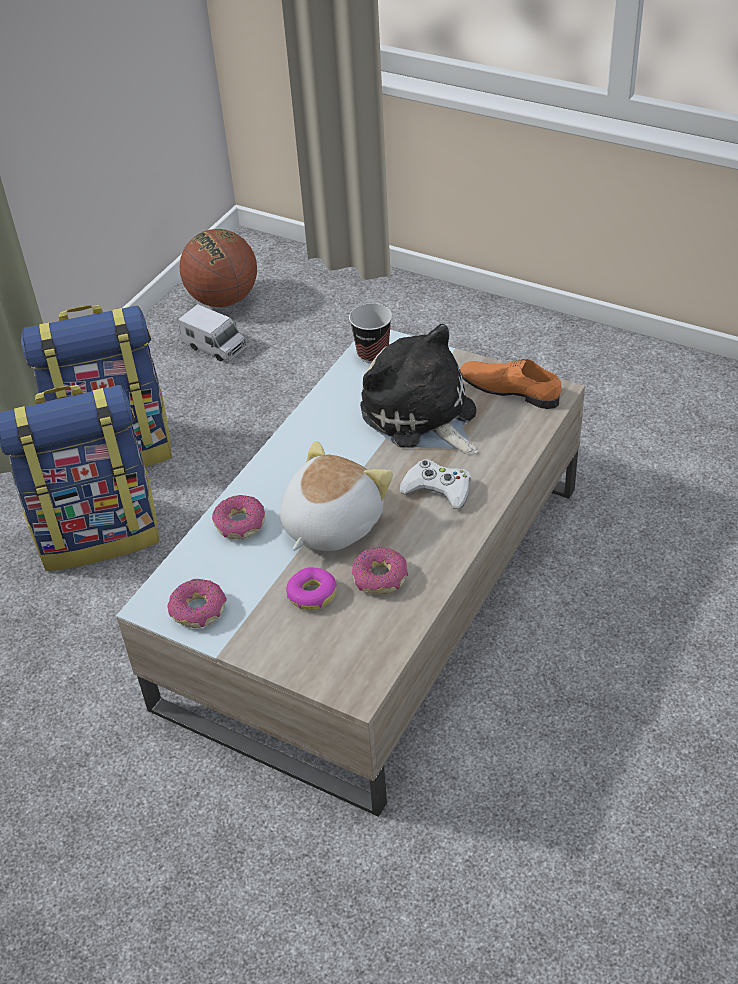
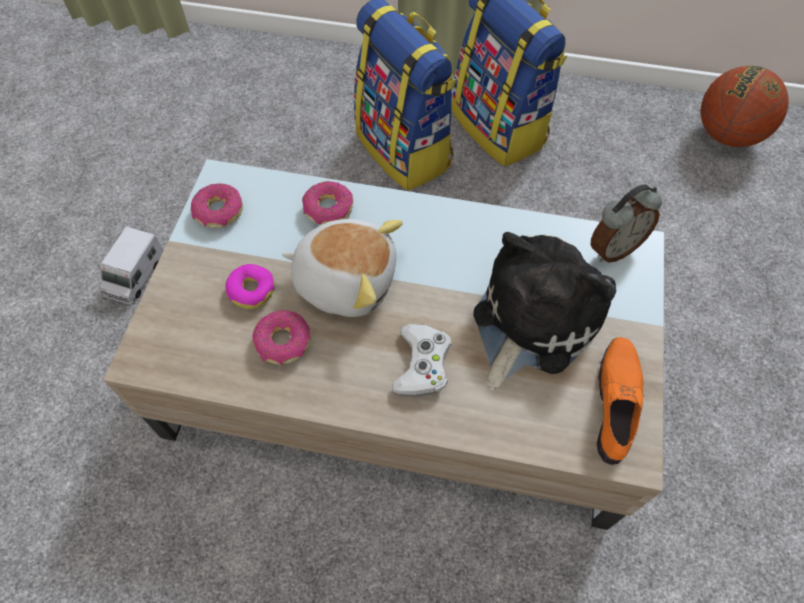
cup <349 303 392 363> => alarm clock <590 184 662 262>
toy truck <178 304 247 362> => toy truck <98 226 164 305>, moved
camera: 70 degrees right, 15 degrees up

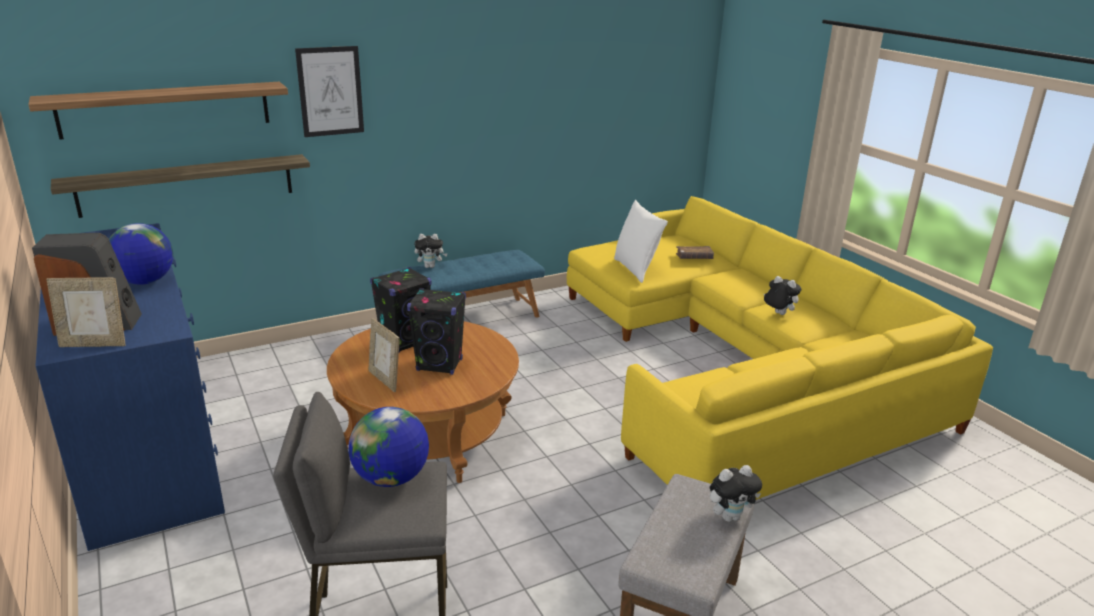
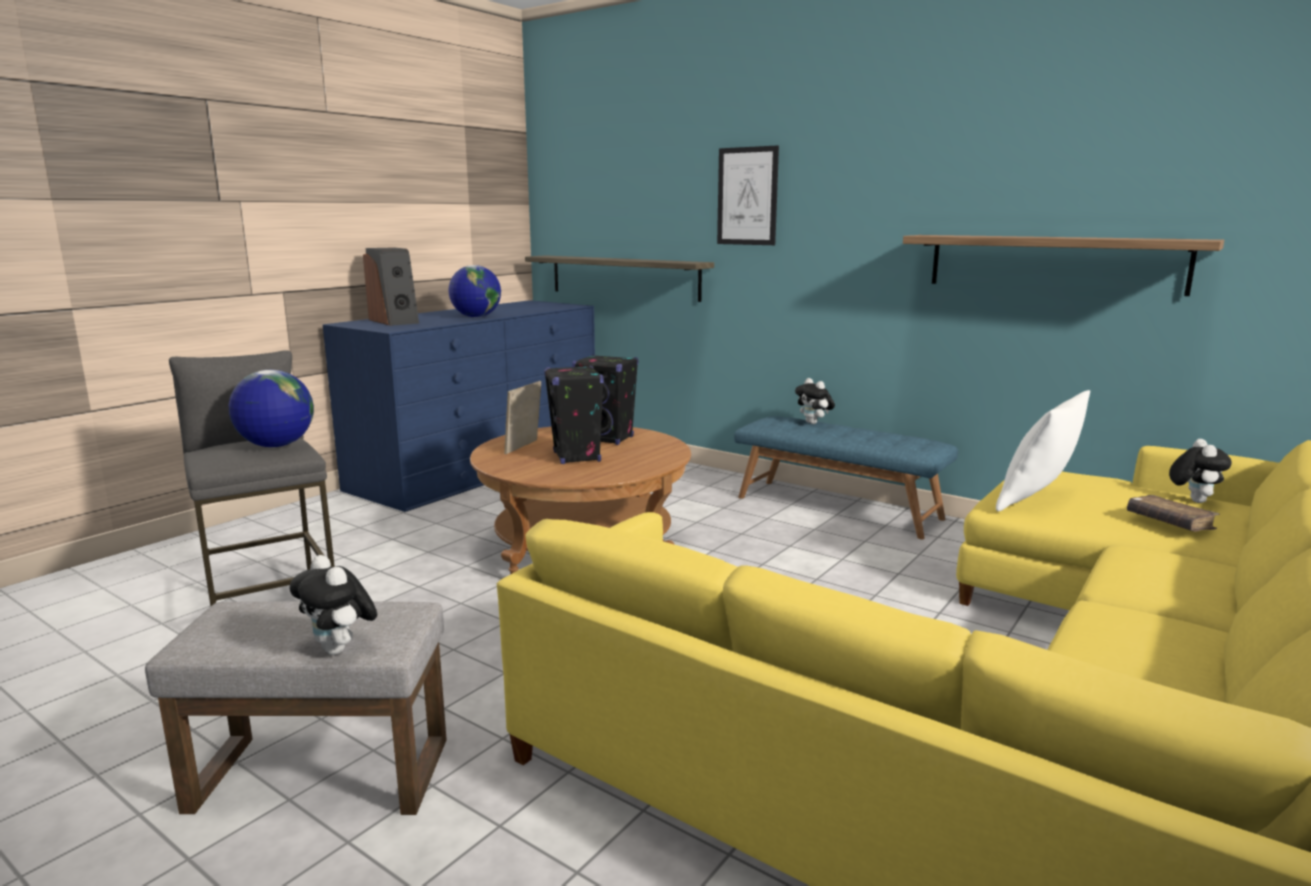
shelf <28 82 288 139> => shelf <903 235 1224 296>, moved
plush toy <764 276 801 315> => plush toy <1169 439 1232 503>, moved
picture frame <46 277 126 347> => nothing
camera: 65 degrees right, 10 degrees down

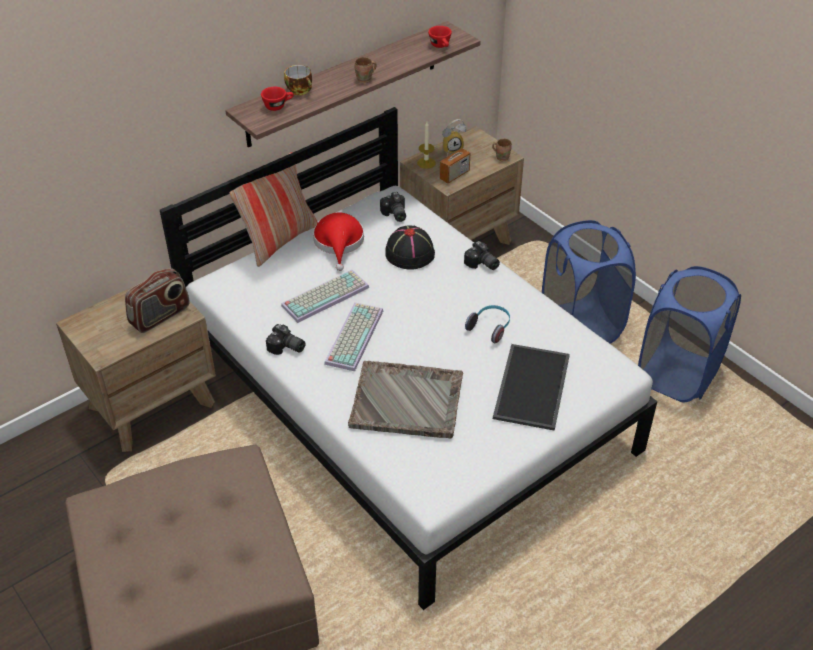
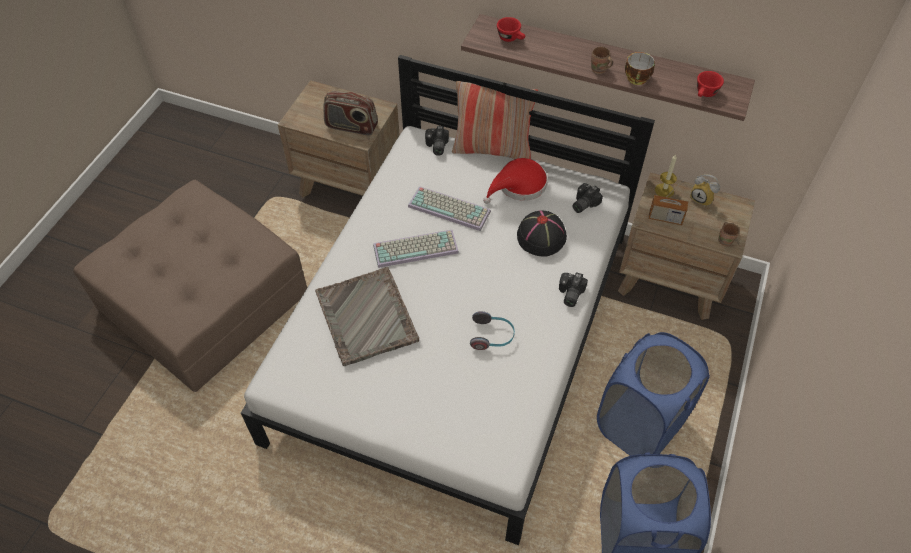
cup <284 65 312 96> => cup <625 52 655 85>, moved
photo camera <266 324 306 355> => photo camera <425 126 449 156>, moved
tray <493 344 570 431> => nothing
camera: 60 degrees right, 10 degrees up

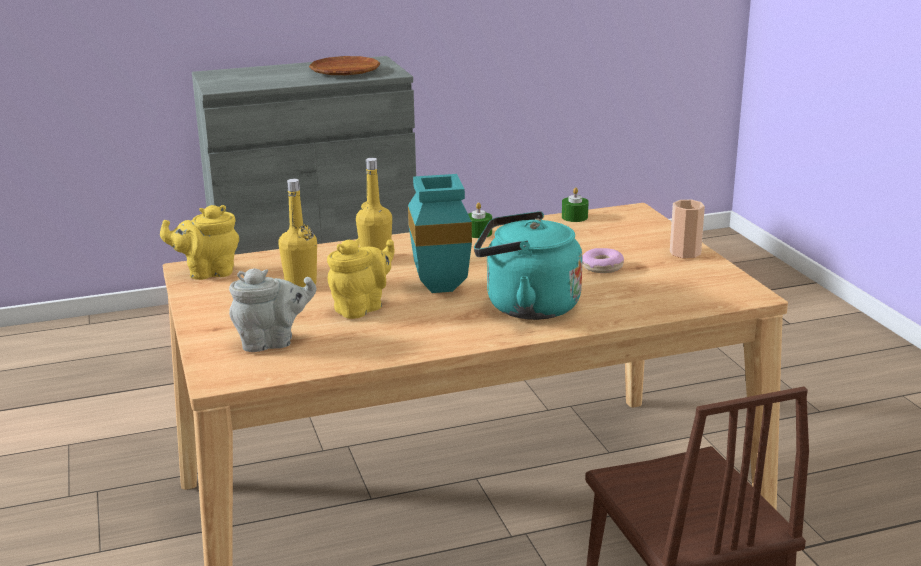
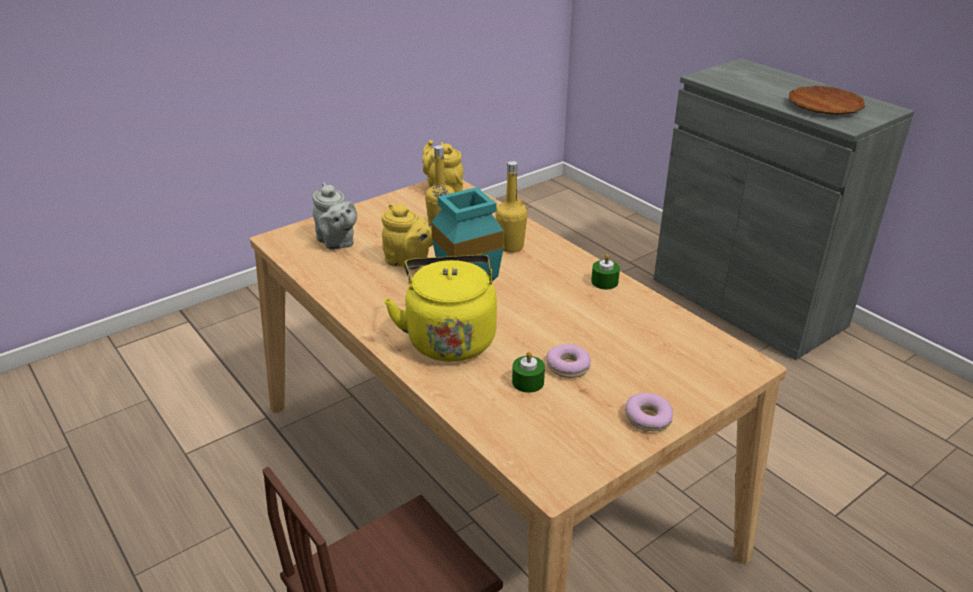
green candle <562 187 589 222> => green candle <512 351 545 393>, moved
cup <670 200 705 258> => donut <625 393 673 431>
turquoise kettle <474 211 583 320> => yellow kettle <384 255 497 362>
camera: 70 degrees right, 10 degrees up

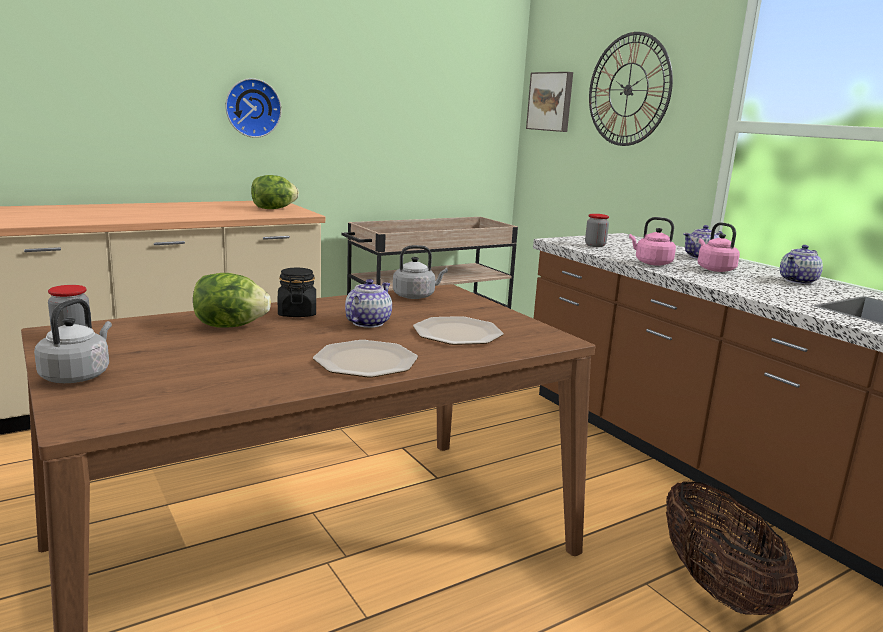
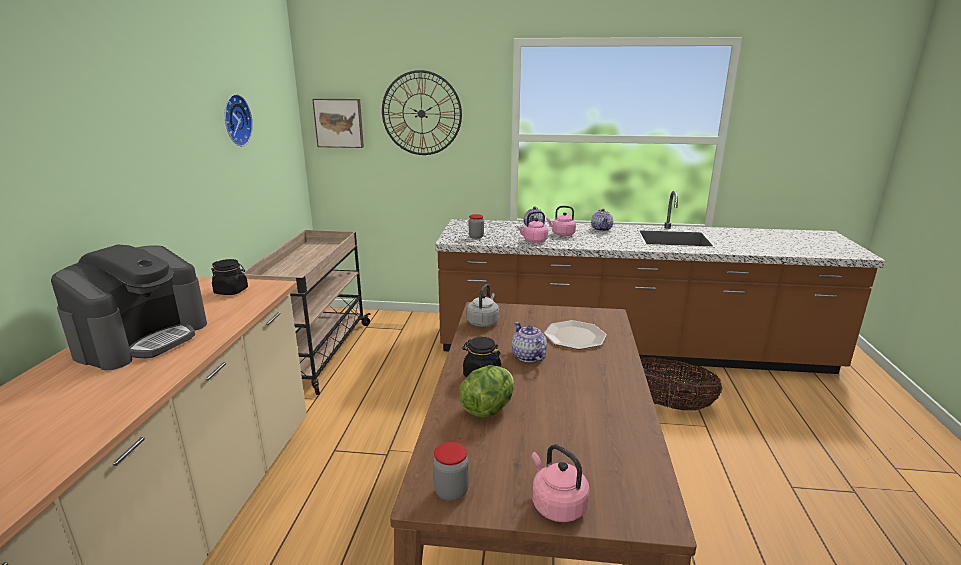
wall clock <225 78 282 138> => wall clock <225 94 253 146>, moved
lettuce <251 175 299 209> => black jar <211 259 248 295>
grey kettle <34 298 112 383> => pink kettle <532 444 590 522>
plate <313 340 418 378> => nothing
nothing => coffee machine <51 245 207 370>
camera: 50 degrees left, 5 degrees up

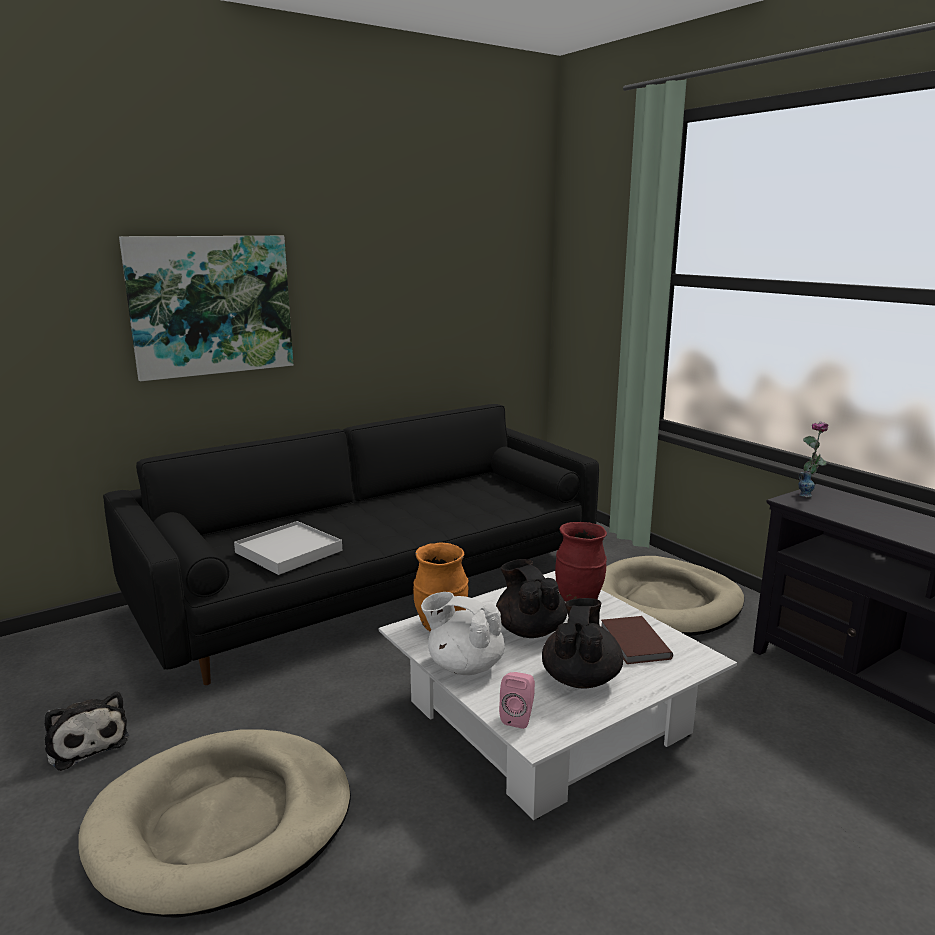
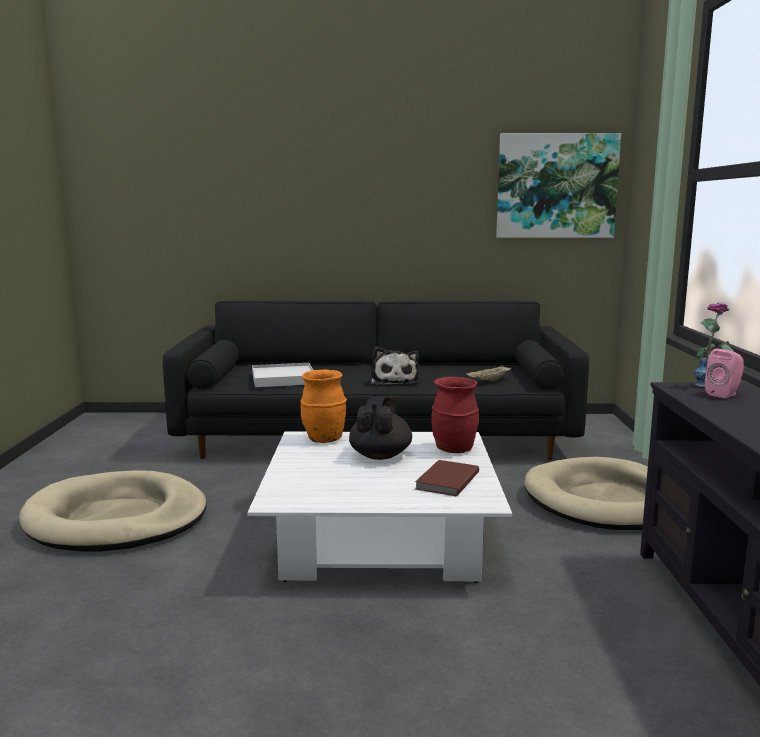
picture <119 236 293 381> => picture <496 133 621 238>, moved
white teapot <421 592 505 675> => nothing
black teapot <542 598 623 689> => nothing
pink speaker <499 672 535 729> => pink speaker <705 348 744 399>, moved
plush toy <44 692 129 771> => plush toy <371 347 419 385>, moved
nothing => beige tray <466 365 511 381>
camera: 35 degrees right, 5 degrees down

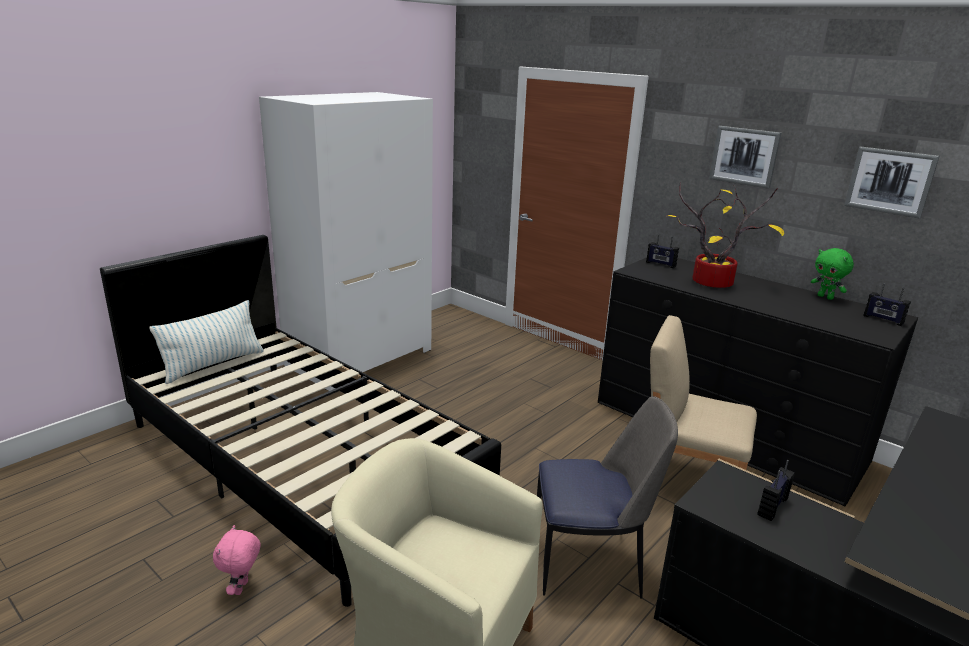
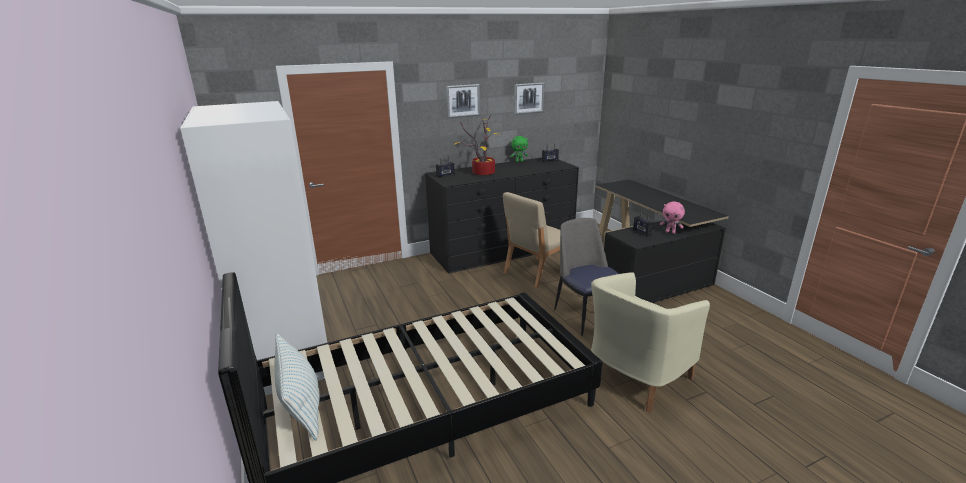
chair <537 396 678 598> => chair <554 218 619 336>, 45 degrees counterclockwise
pink plush toy <213 525 260 595> => pink plush toy <660 201 685 234>, moved
camera: 65 degrees left, 0 degrees up

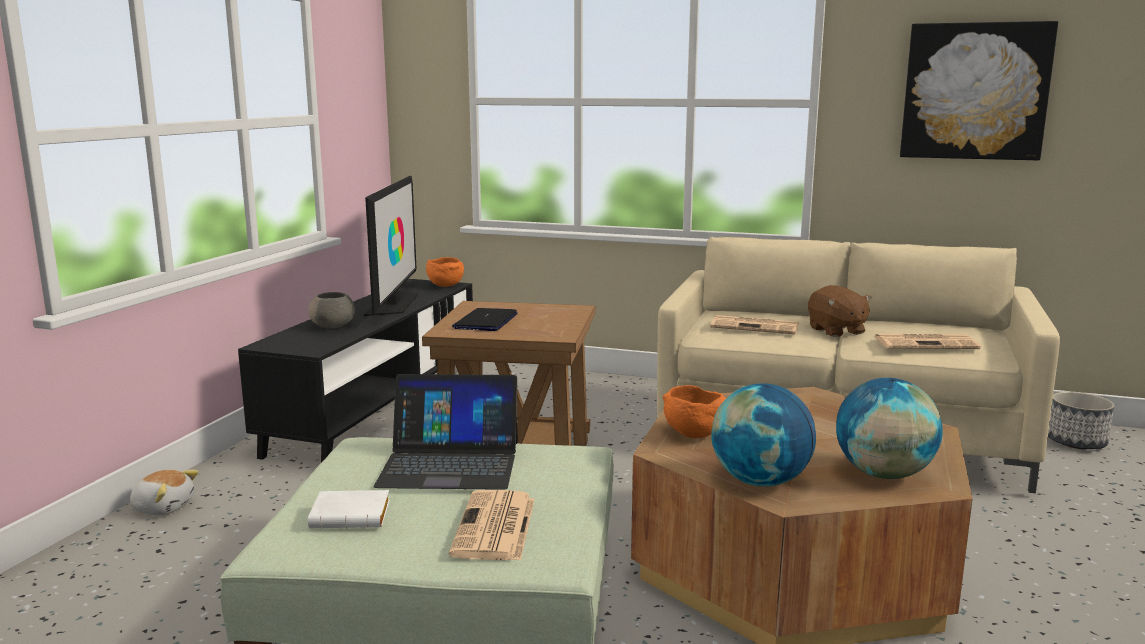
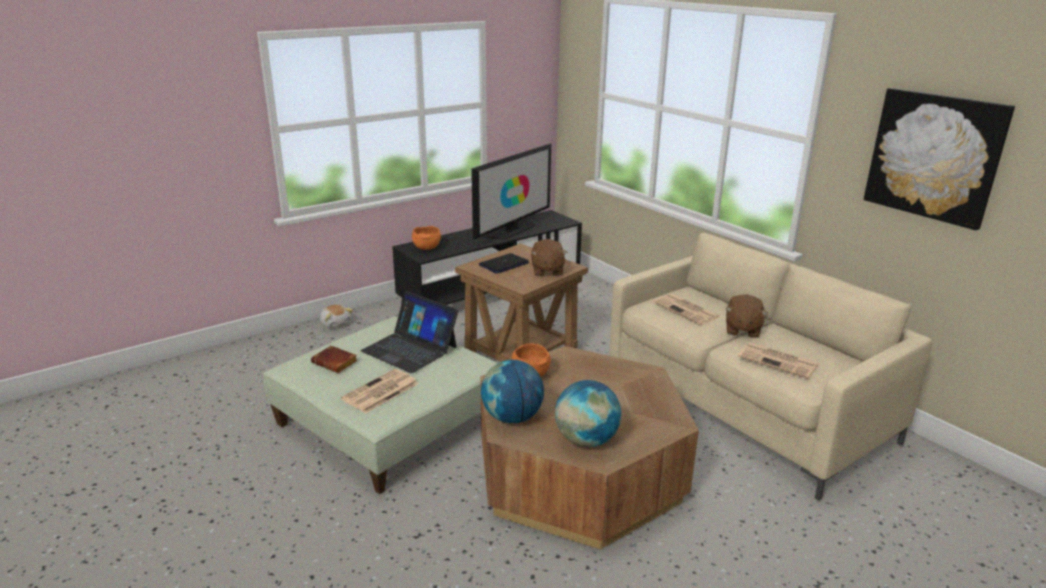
orange bowl <426 257 464 287> => orange bowl <412 226 441 250>, moved
grey bowl <308 292 355 328> => nothing
planter <1048 391 1115 449> => nothing
white book <308 490 390 529> => brown book <311 345 358 373>
nothing => brown plush toy <531 239 567 277>
camera: 35 degrees right, 10 degrees up

